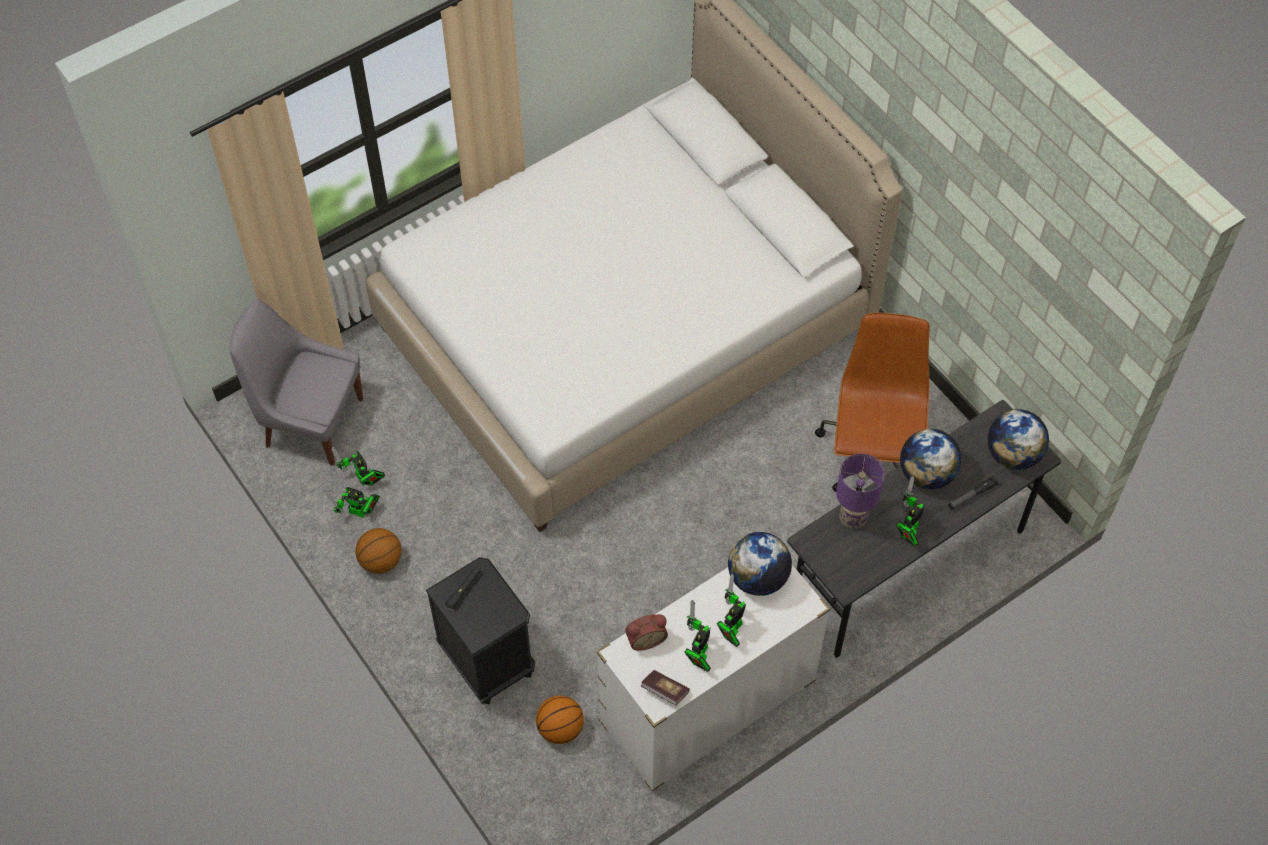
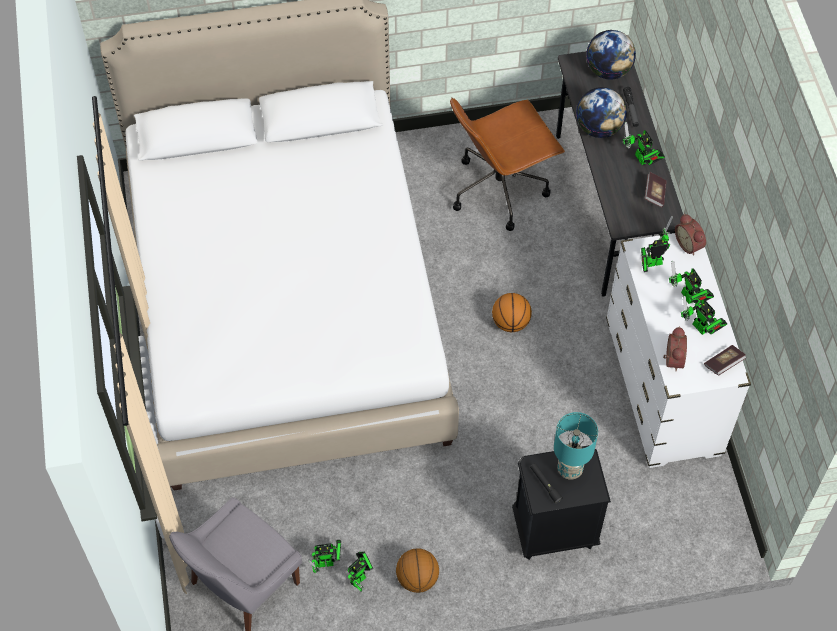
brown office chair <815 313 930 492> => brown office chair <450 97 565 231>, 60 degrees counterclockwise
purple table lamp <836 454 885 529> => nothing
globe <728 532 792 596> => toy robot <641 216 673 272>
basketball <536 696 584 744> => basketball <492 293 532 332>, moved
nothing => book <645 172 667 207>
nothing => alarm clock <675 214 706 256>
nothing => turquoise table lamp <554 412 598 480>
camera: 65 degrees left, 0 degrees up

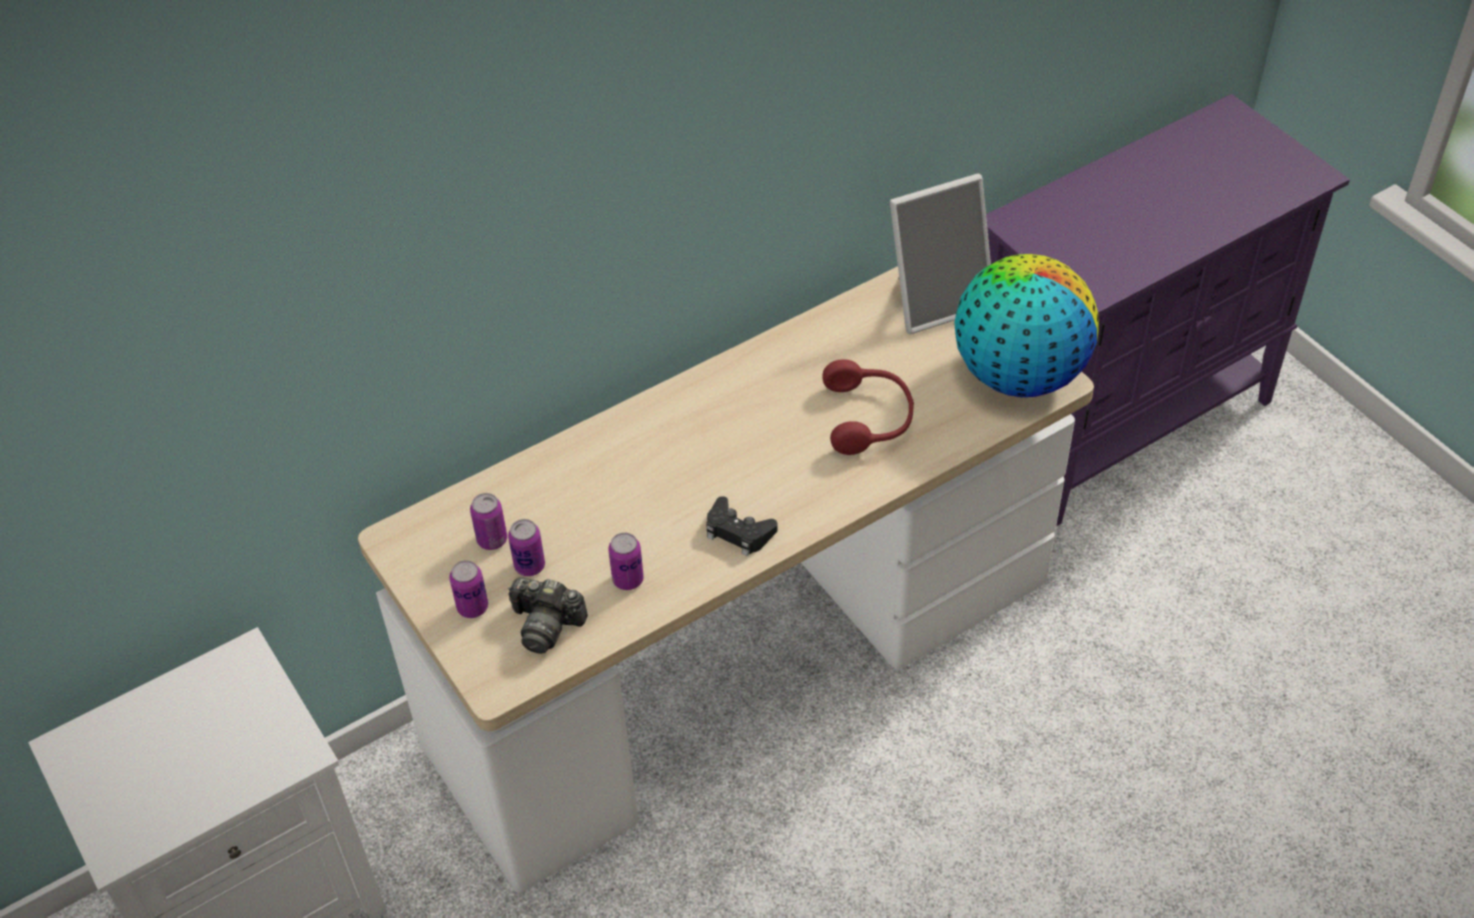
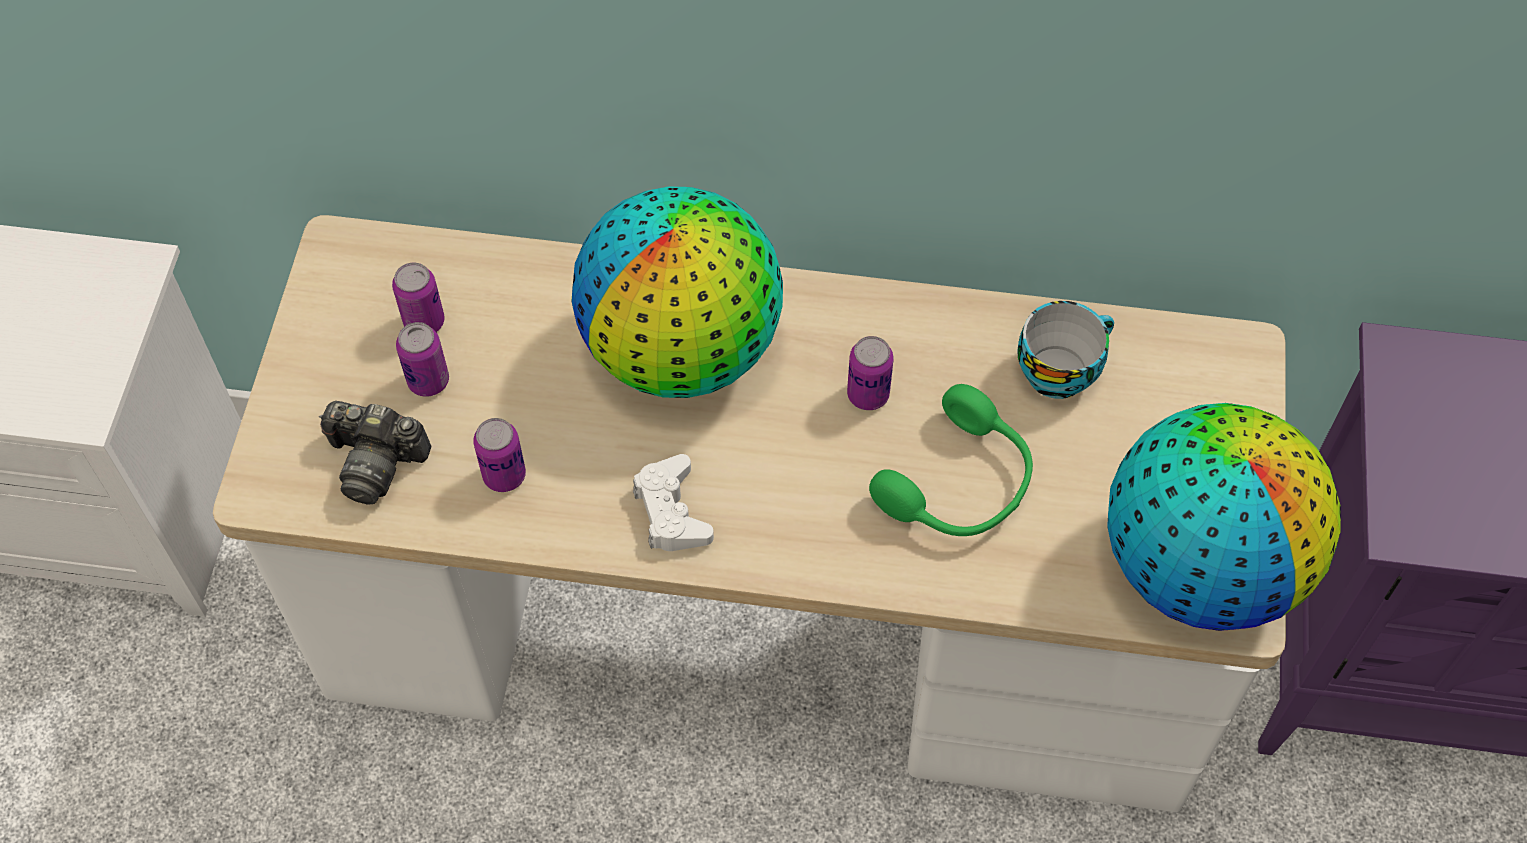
picture frame <890 173 991 334> => nothing
red headphones <822 359 914 455> => green headphones <869 384 1033 536>
black game controller <706 496 778 556> => white game controller <633 454 714 551>
can <450 560 488 618> => can <847 336 894 410>, moved
photo camera <508 577 588 654> => photo camera <319 401 431 505>, 45 degrees counterclockwise
nothing => globe <571 187 783 398>
nothing => cup <1017 301 1114 399>
camera: 40 degrees right, 10 degrees up

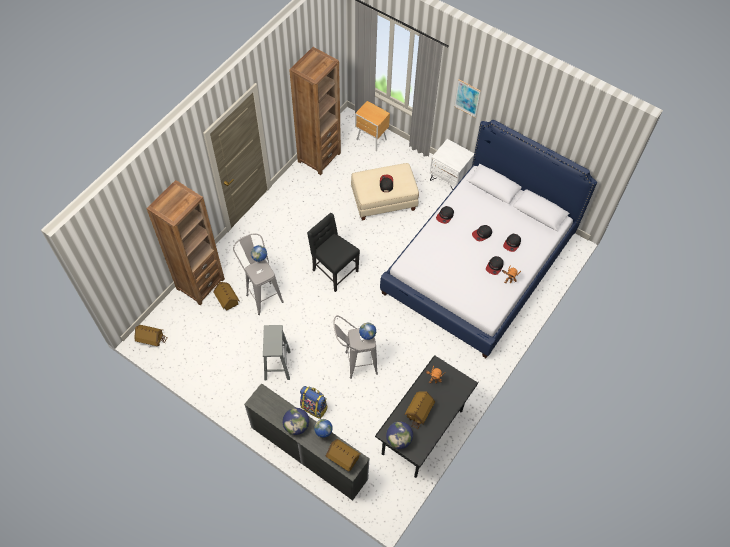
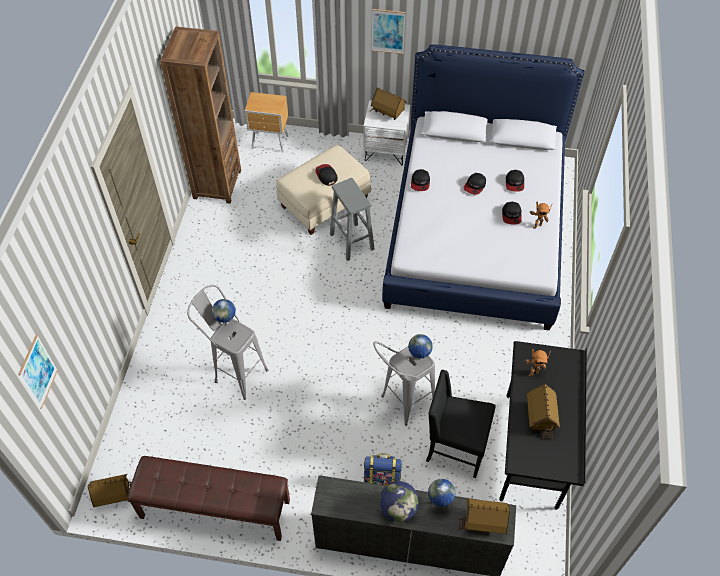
brown bookcase <146 180 225 305> => nothing
black chair <307 213 360 292> => black chair <426 370 496 478>, moved
toy house <213 282 240 311> => toy house <371 88 406 120>, moved
grey stool <263 325 291 380> => grey stool <330 178 375 261>, moved
globe <386 421 413 449> => nothing
nothing => picture <18 334 58 409>
nothing => brown bench <127 456 290 541>
camera: 25 degrees left, 5 degrees down

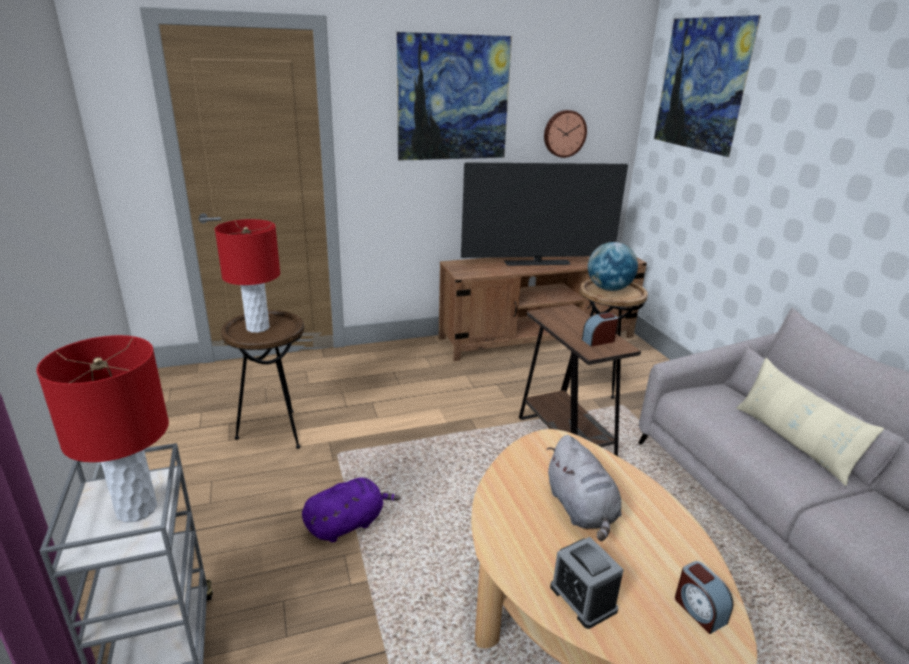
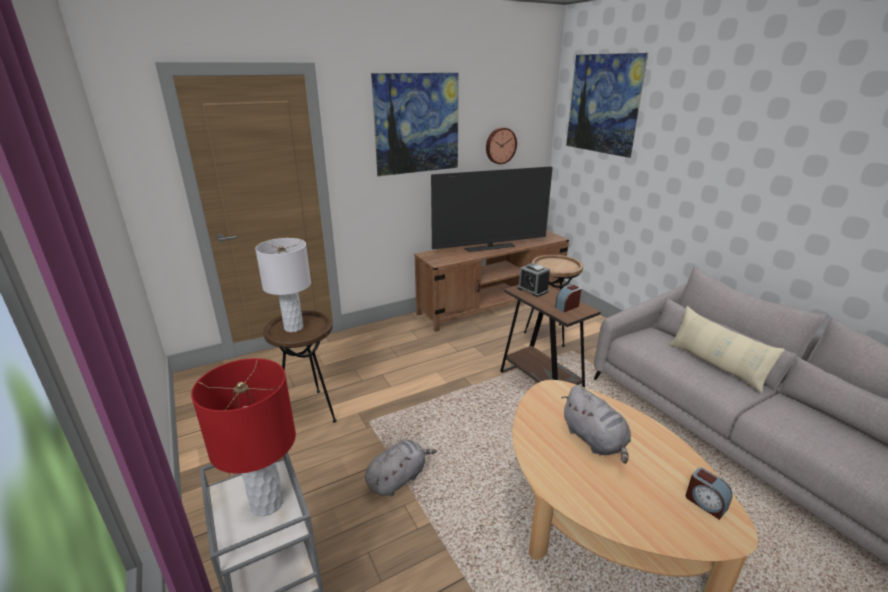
red table lamp <215 219 280 333> => white table lamp <255 238 311 332>
globe <588 242 638 291> => nothing
purple plush toy <302 478 400 542> => grey plush toy <365 440 437 496>
alarm clock <550 537 624 629> => alarm clock <517 263 550 297>, moved
camera: 10 degrees left, 0 degrees up

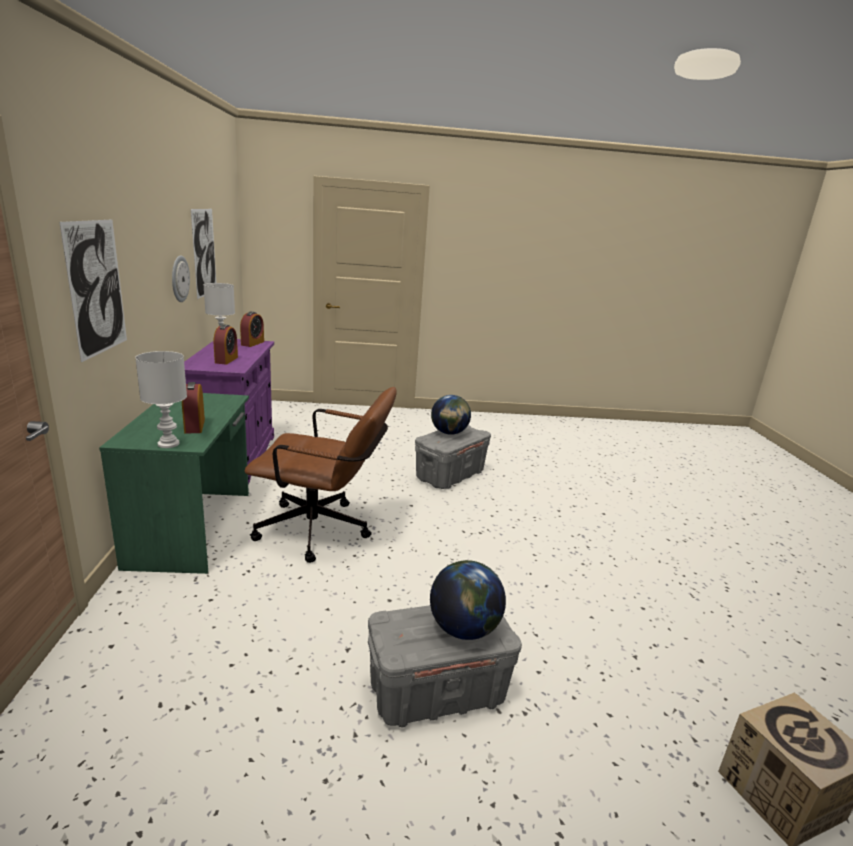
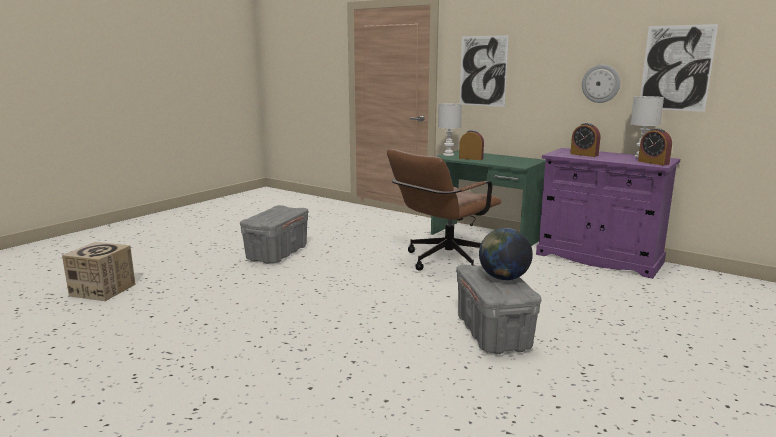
globe <430 560 506 640> => nothing
camera: 130 degrees right, 5 degrees down

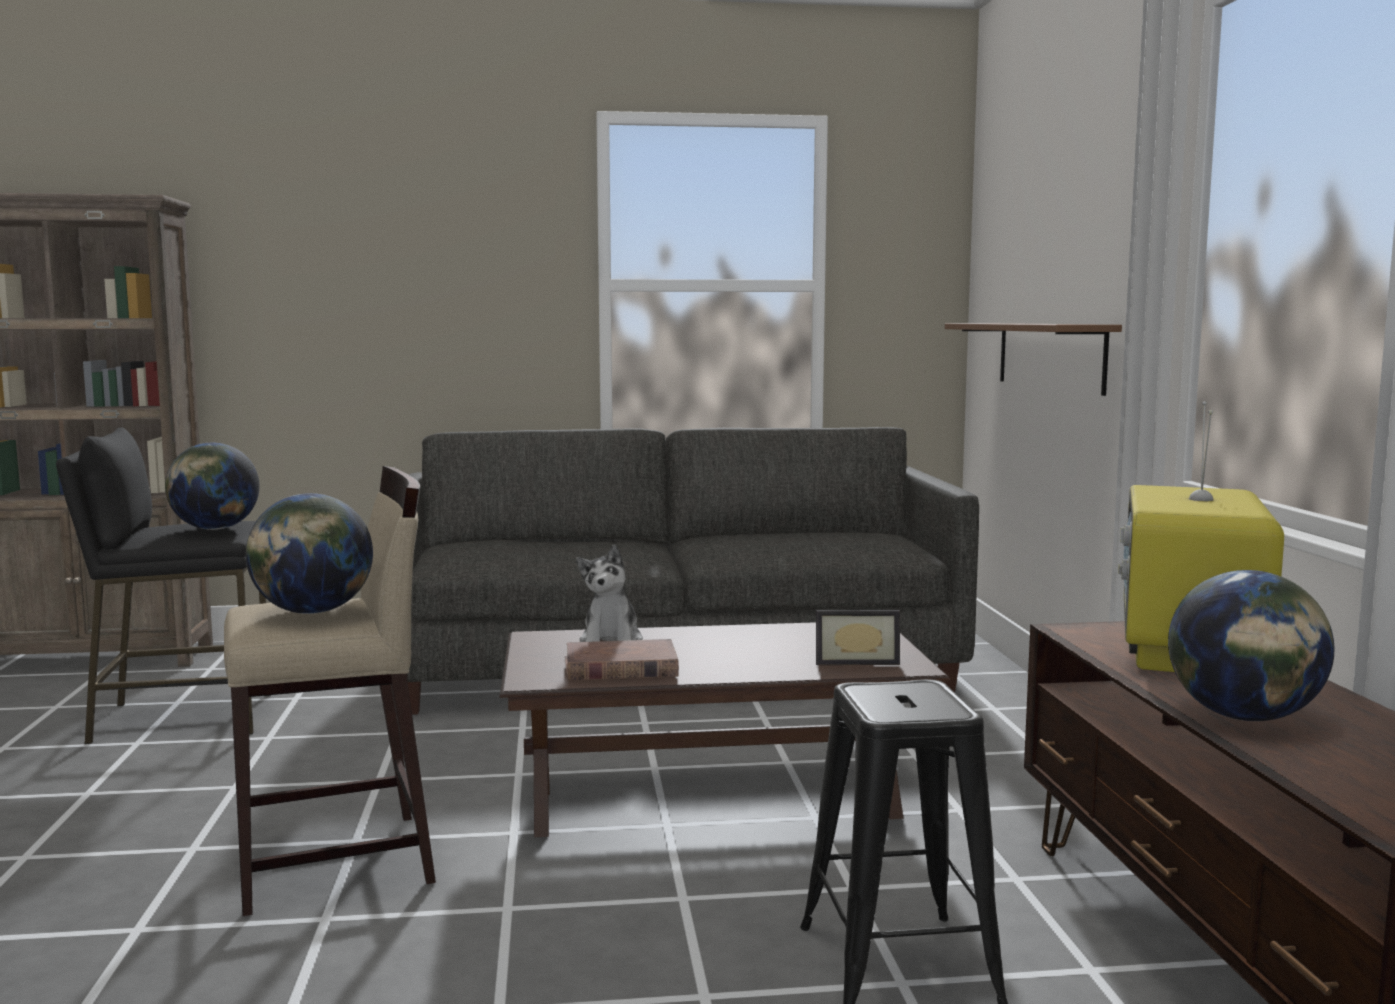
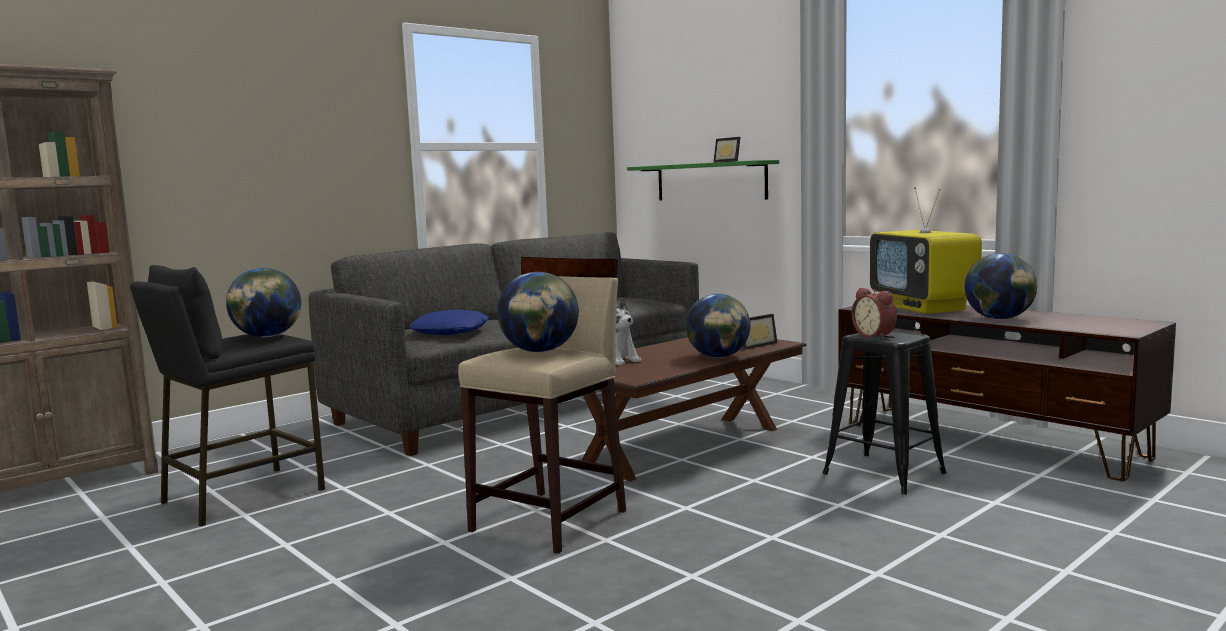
brown shelf <945 323 1122 396> => green shelf <627 160 779 201>
brown book <565 639 679 680> => nothing
nothing => picture frame <713 137 740 163>
nothing => alarm clock <852 288 897 339>
nothing => globe <686 294 750 358>
nothing => blue pillow <409 309 489 335>
camera: 35 degrees left, 0 degrees up

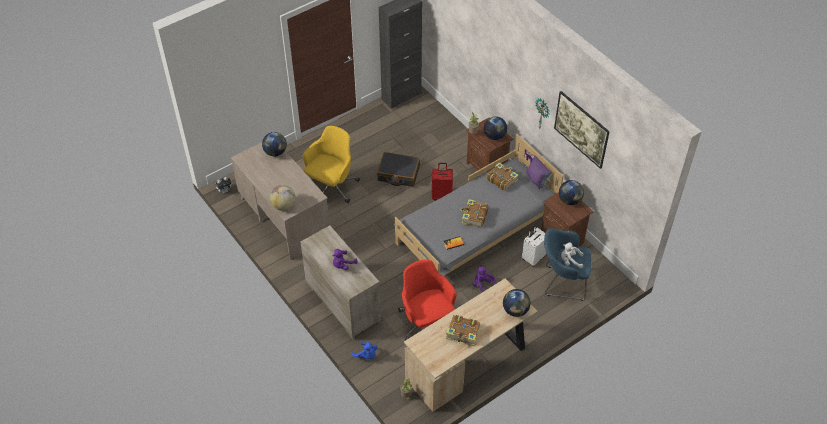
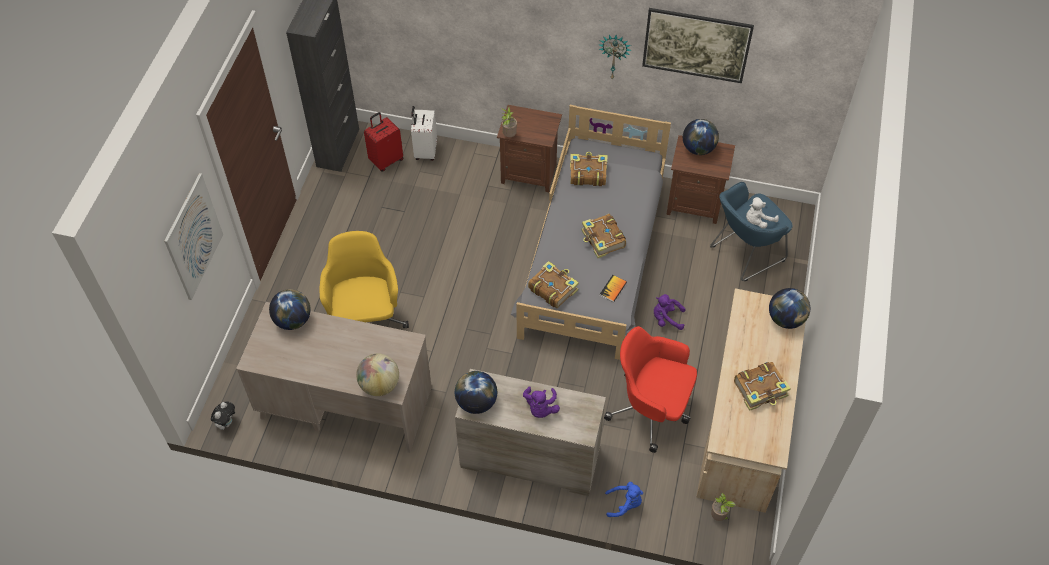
globe <484 116 507 140> => globe <455 371 497 414>, moved
black suitcase <377 152 420 187> => nothing
purple pillow <526 155 552 191> => nothing
red suitcase <432 163 453 201> => red suitcase <364 112 403 172>, moved
white suitcase <522 225 546 267> => white suitcase <411 106 437 161>, moved
nothing => picture <164 173 223 300>
nothing => book <528 261 579 308>
camera: 40 degrees left, 5 degrees up

